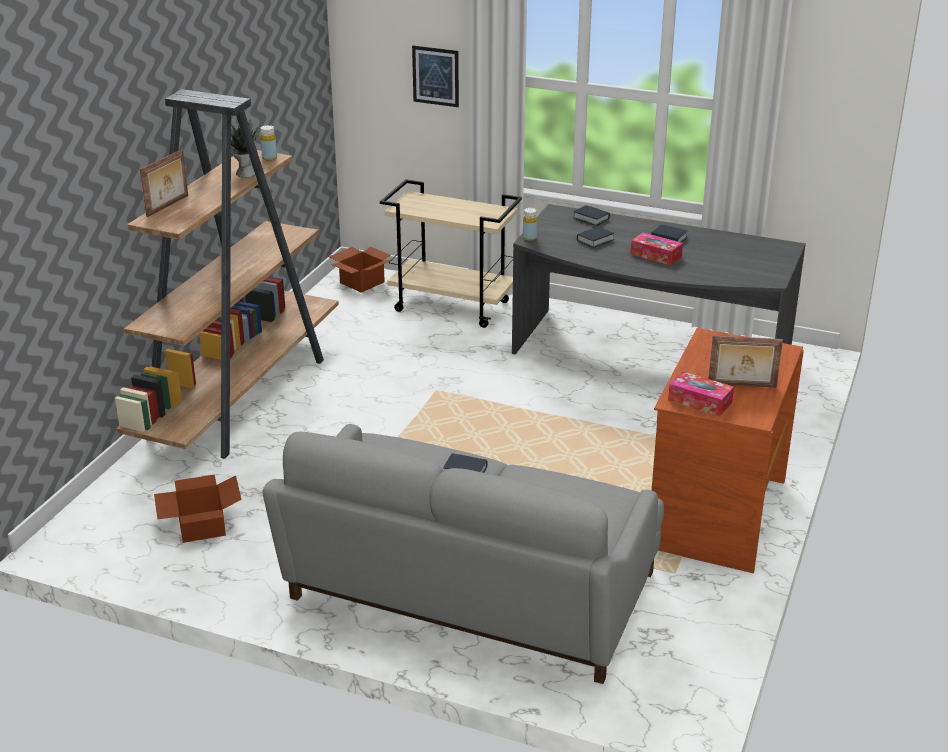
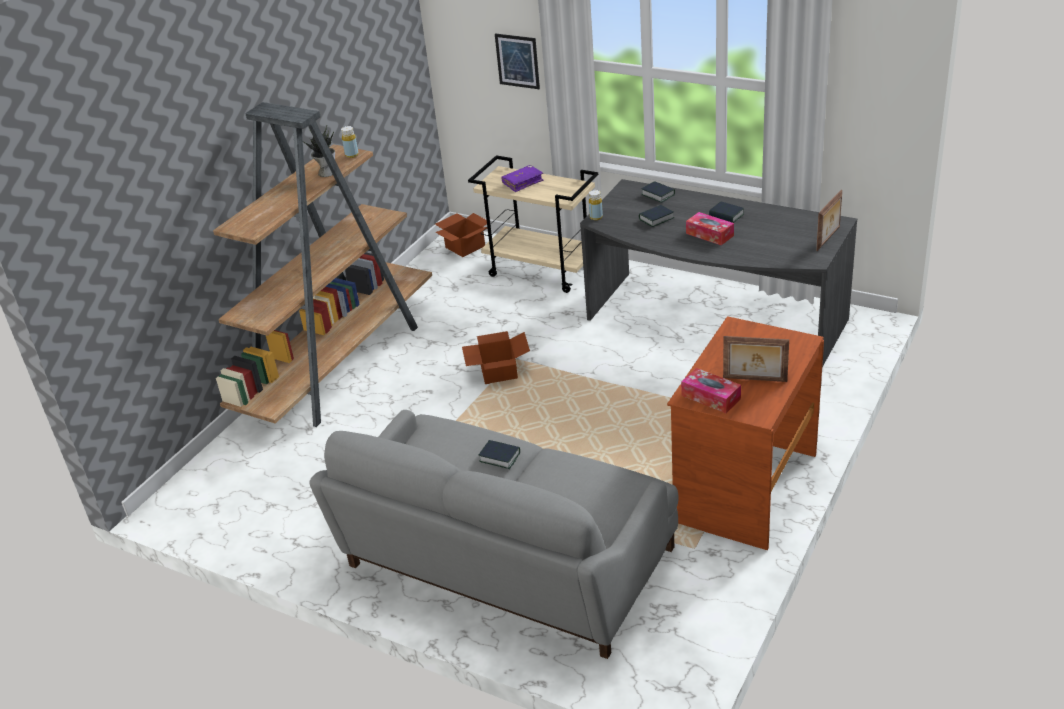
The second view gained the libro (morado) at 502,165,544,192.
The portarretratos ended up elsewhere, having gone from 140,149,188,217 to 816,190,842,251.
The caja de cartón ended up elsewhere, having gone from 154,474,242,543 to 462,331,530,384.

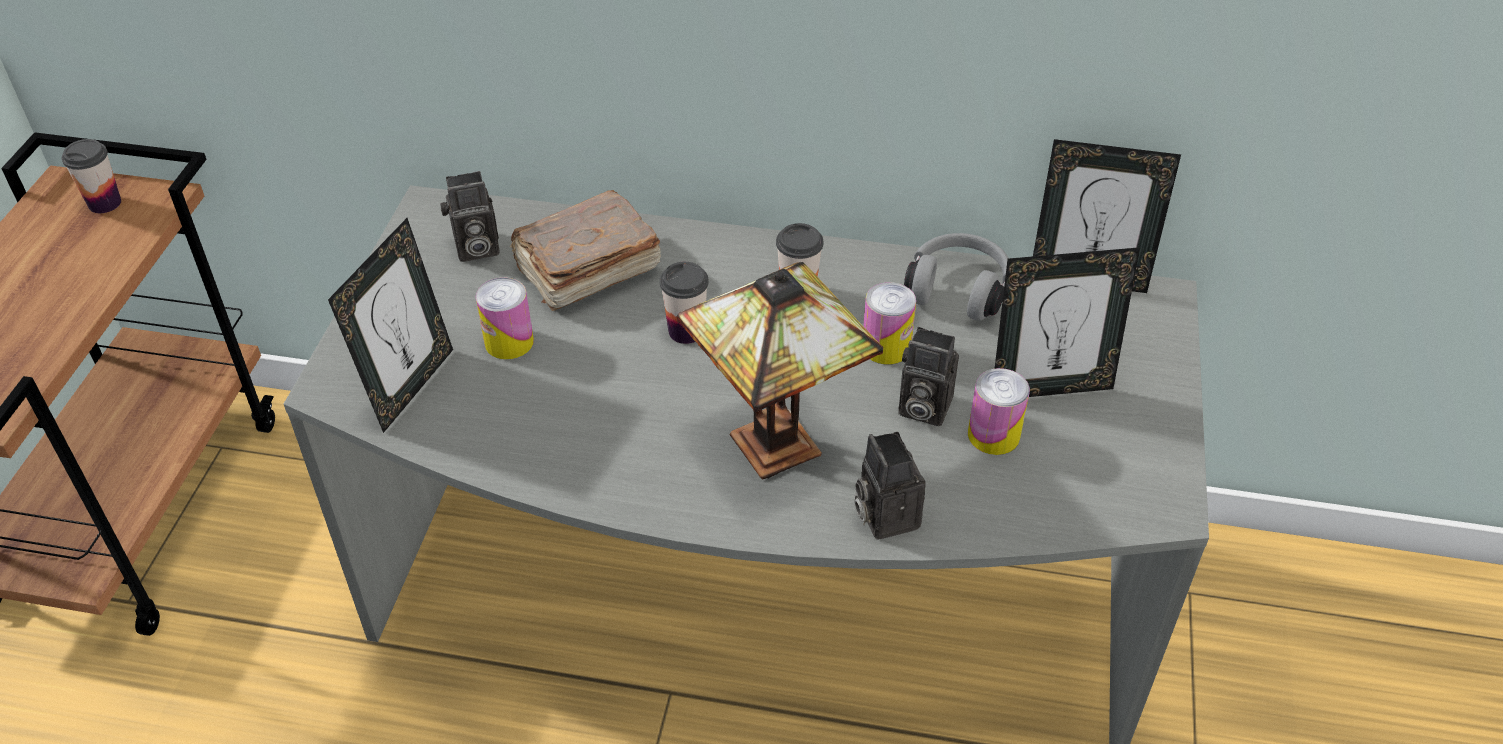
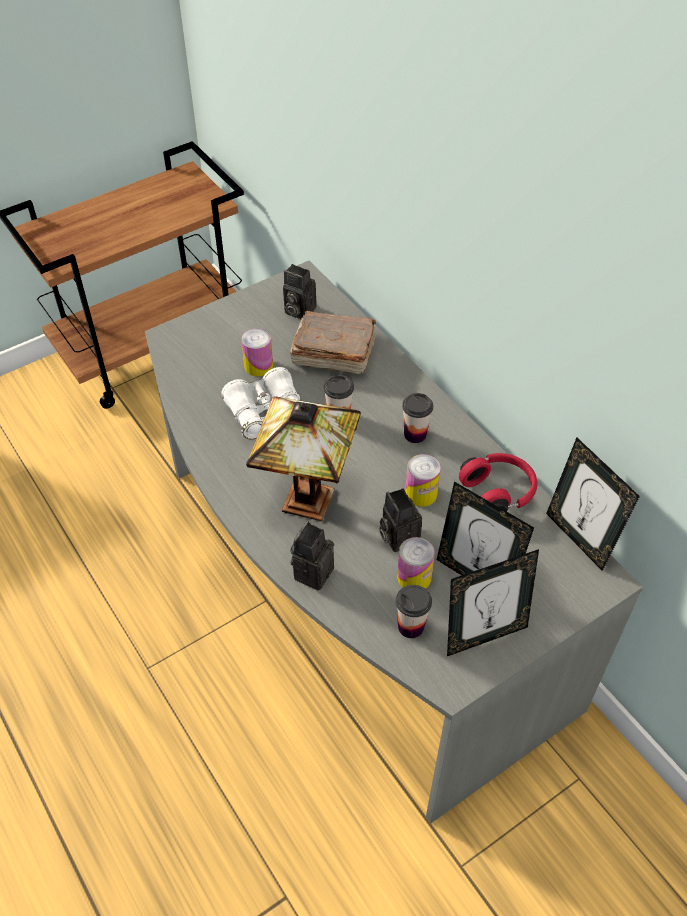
The second view gained the prismáticos (blanco) at 221,367,300,439.
The taza ended up elsewhere, having gone from 62,139,121,213 to 396,585,432,638.
The portarretratos ended up elsewhere, having gone from 328,218,453,433 to 447,549,539,656.
What was the auriculares (gris) at 904,233,1009,321 turned into the auriculares (rojo) at 459,453,537,512.

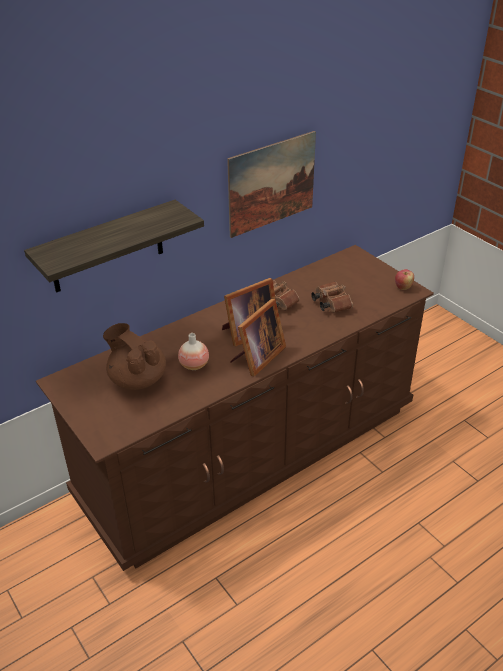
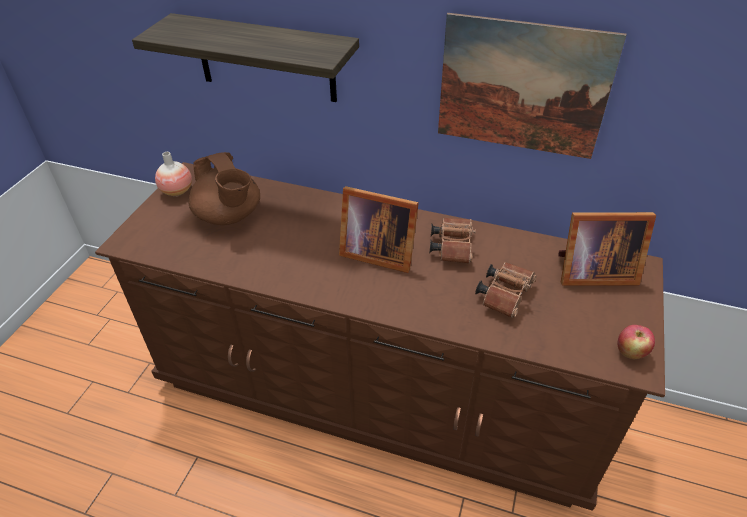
The florero ended up elsewhere, having gone from 178,333,209,370 to 155,152,192,196.
The portarretratos ended up elsewhere, having gone from 231,299,286,376 to 558,212,656,286.
The tetera (marrón) at 103,323,166,390 ended up facing another way, 135 degrees clockwise from before.

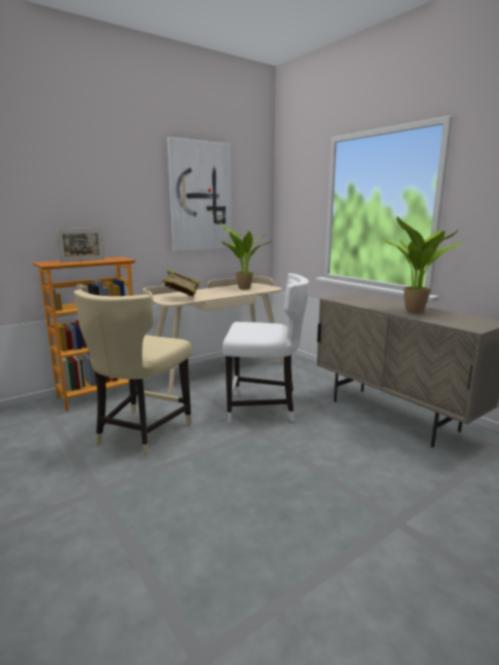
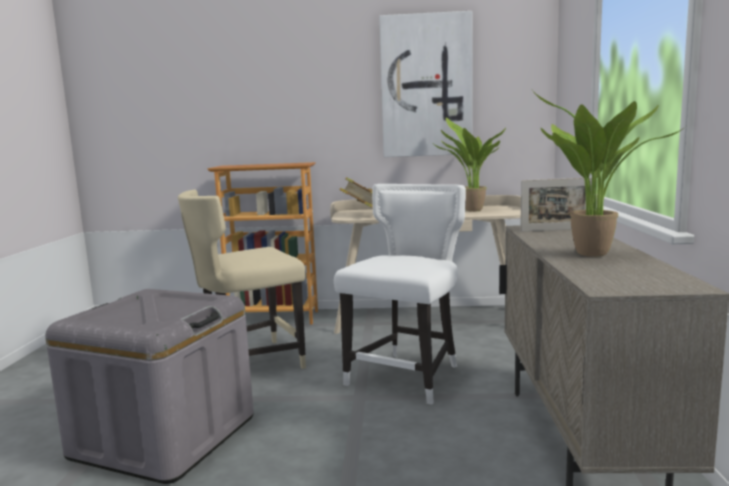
The second view gained the caja de almacenaje (gris) at 45,289,254,484.
The portarretratos ended up elsewhere, having gone from 56,228,105,263 to 520,177,592,231.
The silla (blanco) at 222,273,309,422 ended up facing another way, 105 degrees counterclockwise from before.

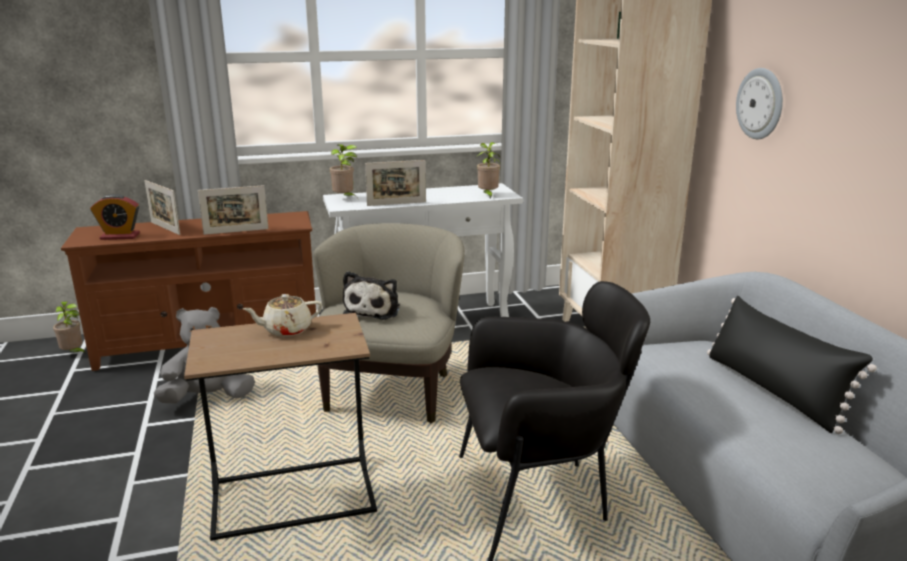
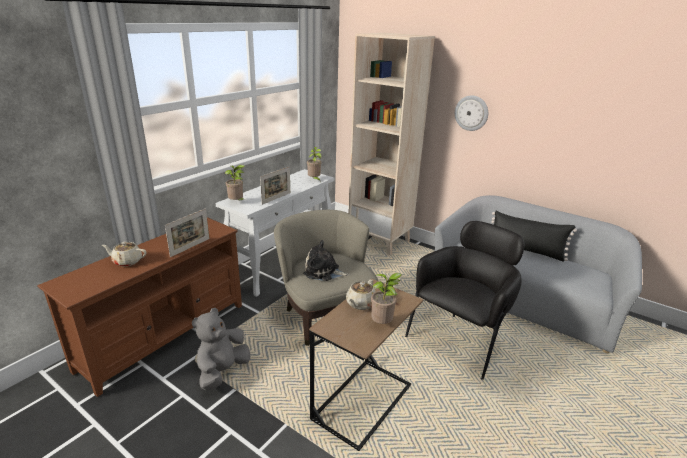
The second view lost the despertador at 90,194,140,240.
The planta en maceta ended up elsewhere, having gone from 53,302,86,354 to 371,273,402,324.
Where the portarretratos stood at 144,180,180,235, the tetera (beis) came to stand at 102,242,146,266.
The peluche at 343,271,400,320 ended up facing another way, 135 degrees clockwise from before.

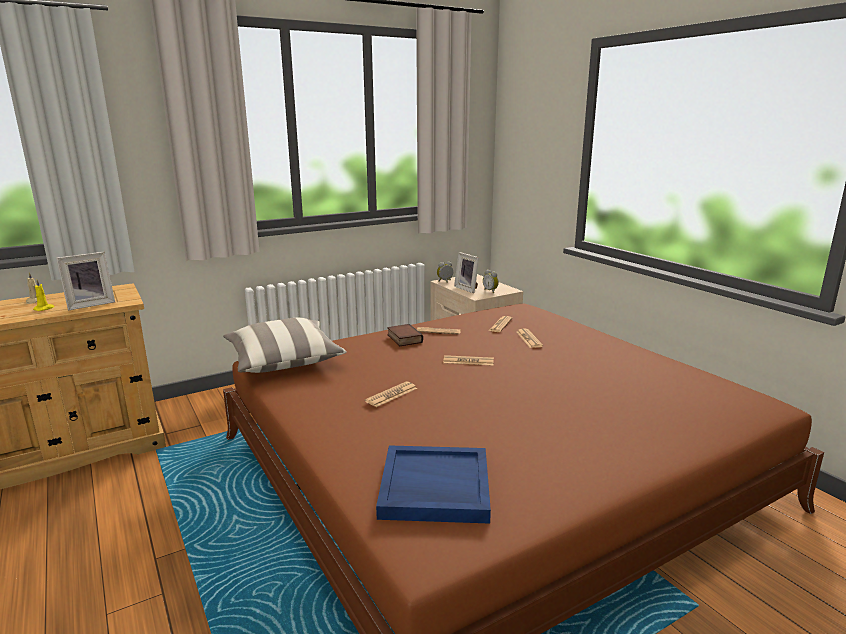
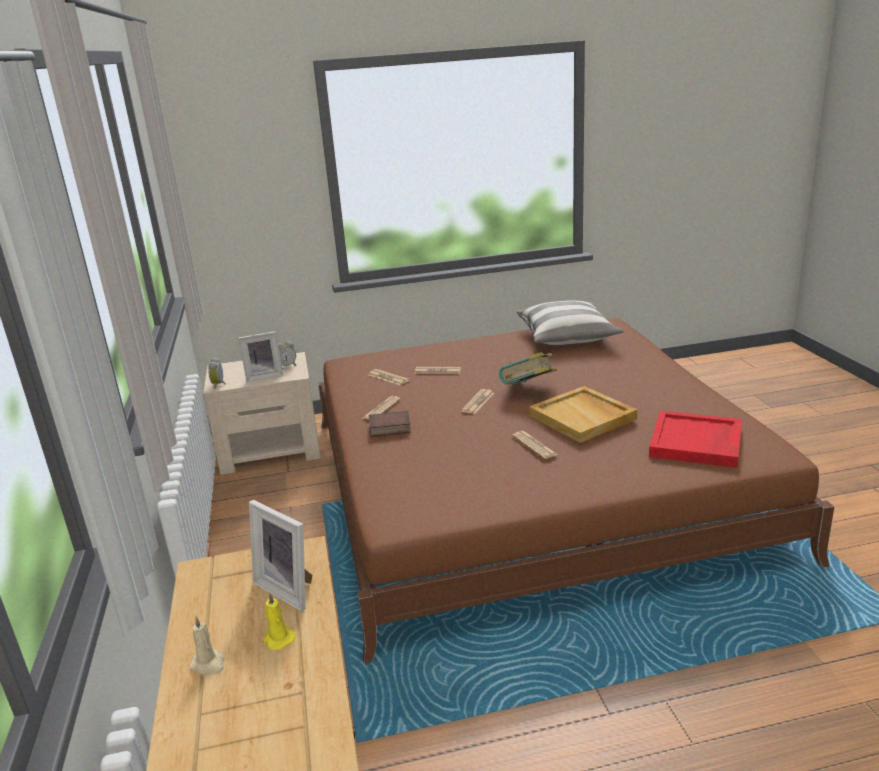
The second view gained the libro at 499,353,557,385.
The second view gained the bandeja (beis) at 529,386,637,443.
The cojín ended up elsewhere, having gone from 223,317,347,373 to 516,300,624,345.
What was the bandeja (azul) at 376,445,491,524 turned into the bandeja (rojo) at 649,411,742,468.
The portarretratos at 56,252,115,310 ended up facing another way, 150 degrees clockwise from before.

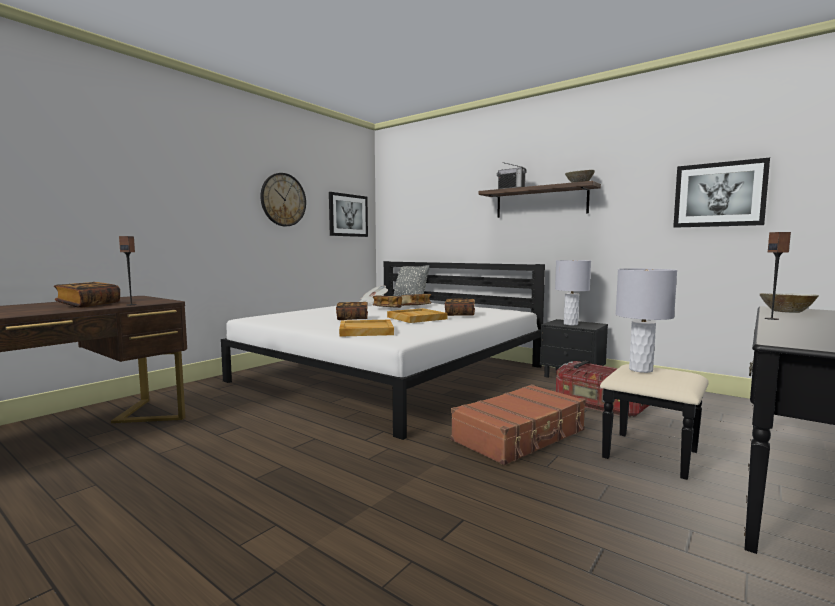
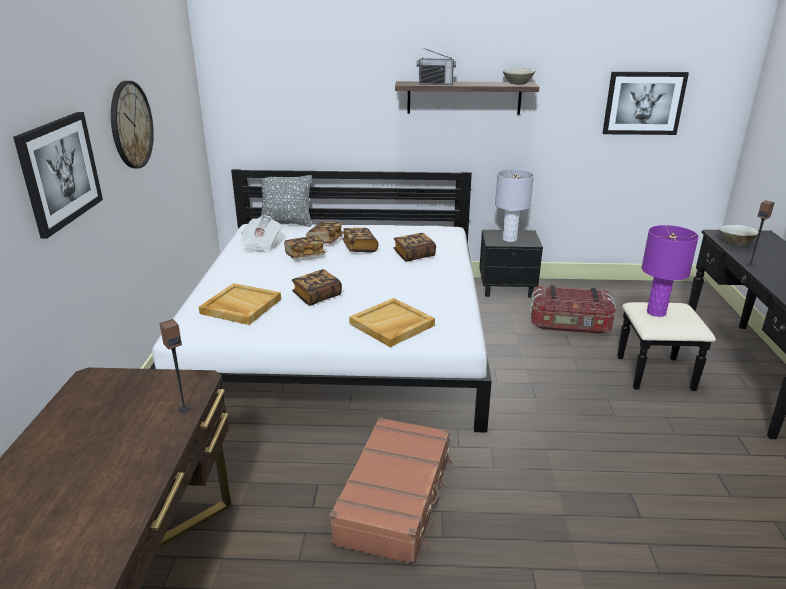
The libro ended up elsewhere, having gone from 54,282,120,308 to 343,228,378,253.
The cuadro ended up elsewhere, having gone from 329,192,368,237 to 13,112,103,239.
The bandeja (beis) ended up elsewhere, having gone from 387,308,448,323 to 199,283,281,325.
The maleta (marrón) ended up elsewhere, having gone from 451,384,586,465 to 330,417,452,565.
What was the lámpara de mesa (gris) at 616,268,677,373 turned into the lámpara de mesa (morado) at 642,225,699,317.

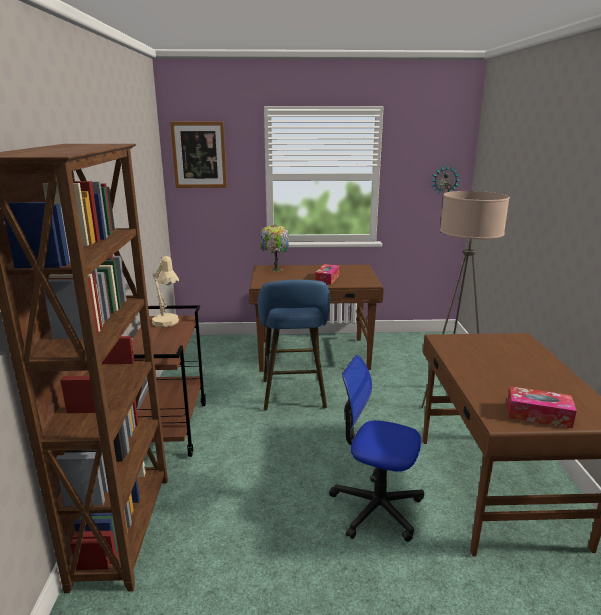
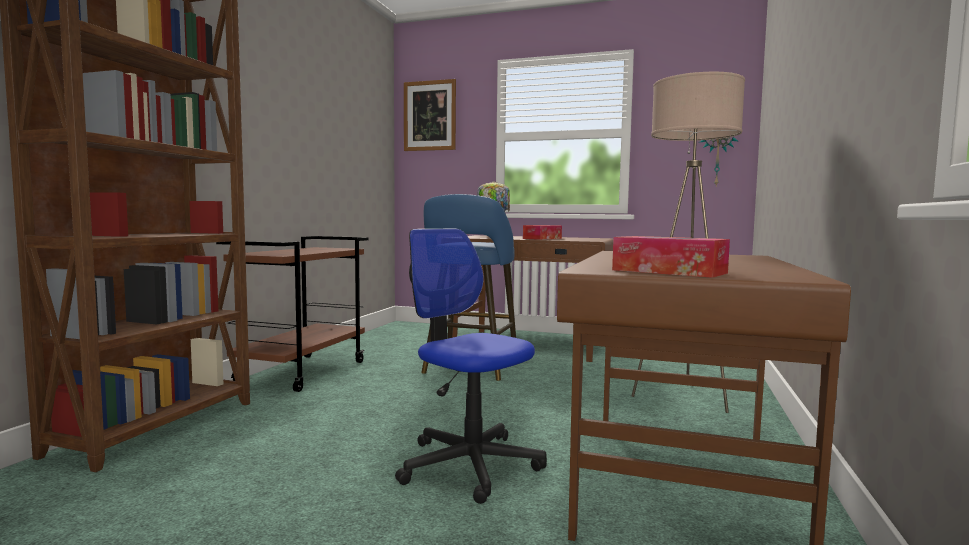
The second view lost the lámpara de mesa (beis) at 152,256,179,327.

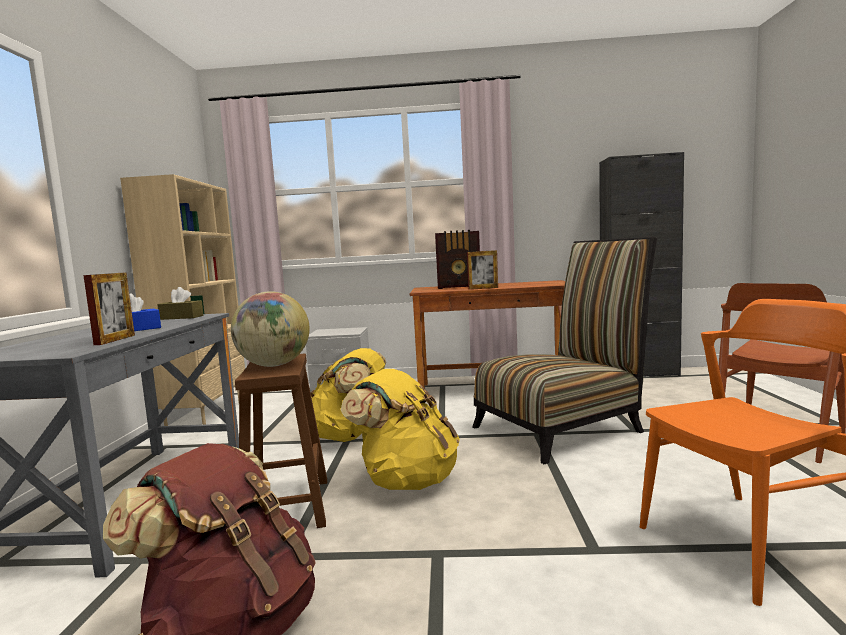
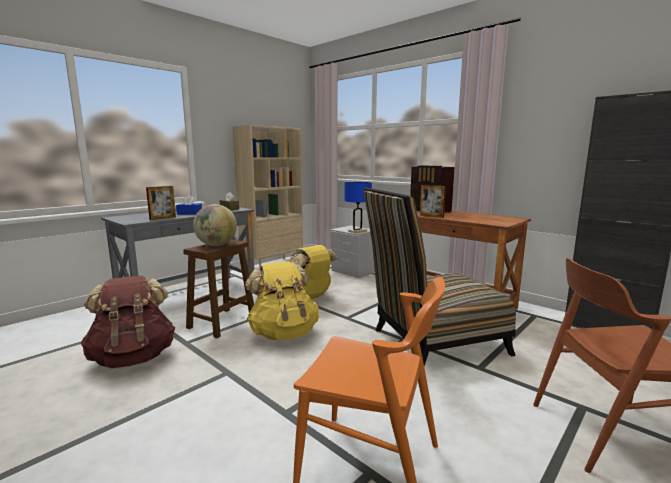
The second view gained the lámpara de mesa (azul) at 344,182,372,233.
The silla at 472,237,657,464 ended up facing another way, 150 degrees clockwise from before.

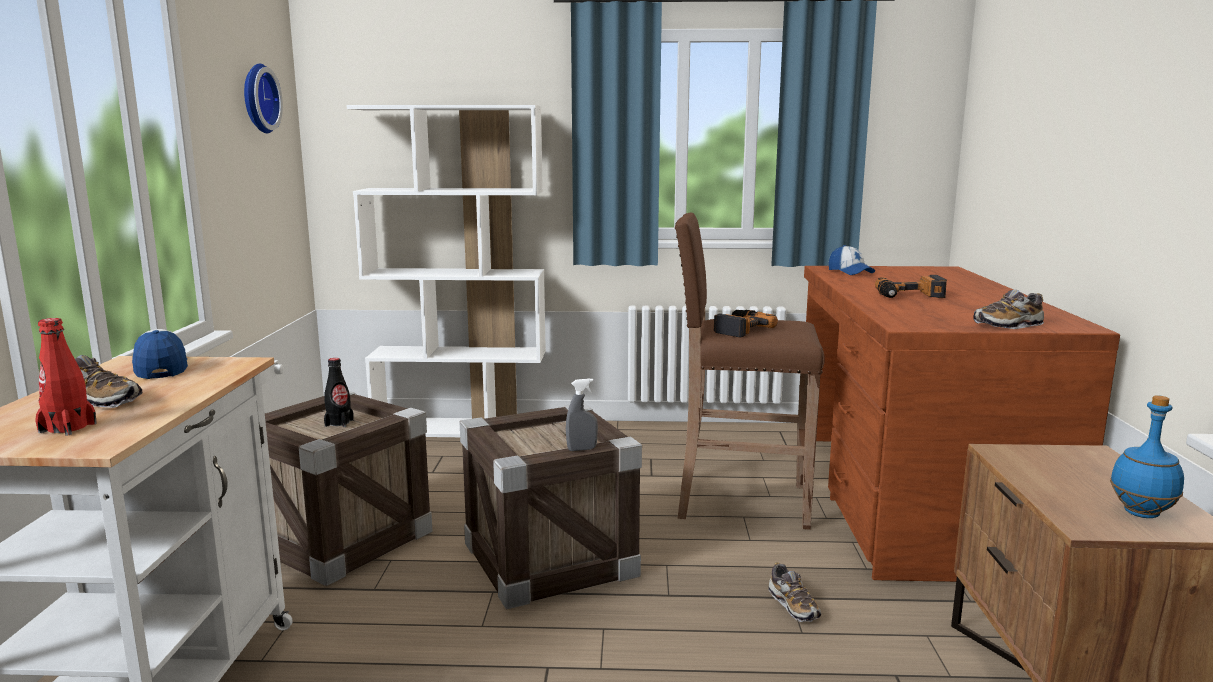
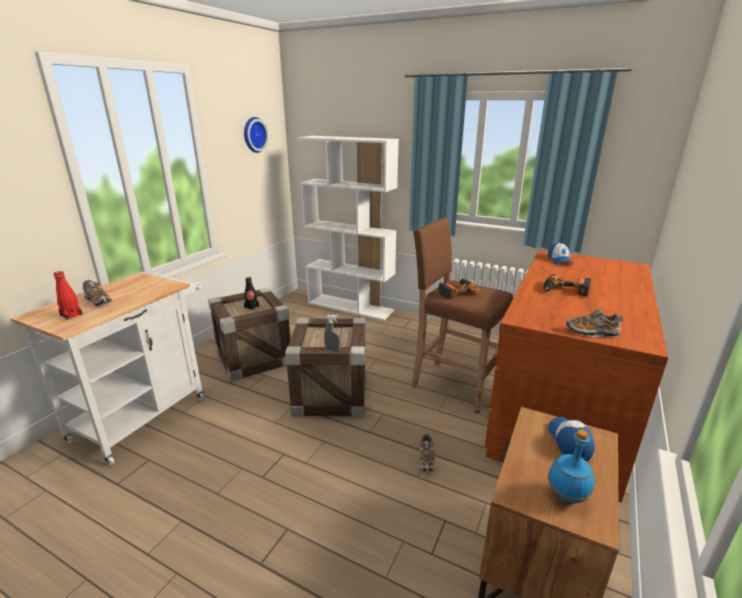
The gorra ended up elsewhere, having gone from 132,329,188,379 to 548,417,595,461.

